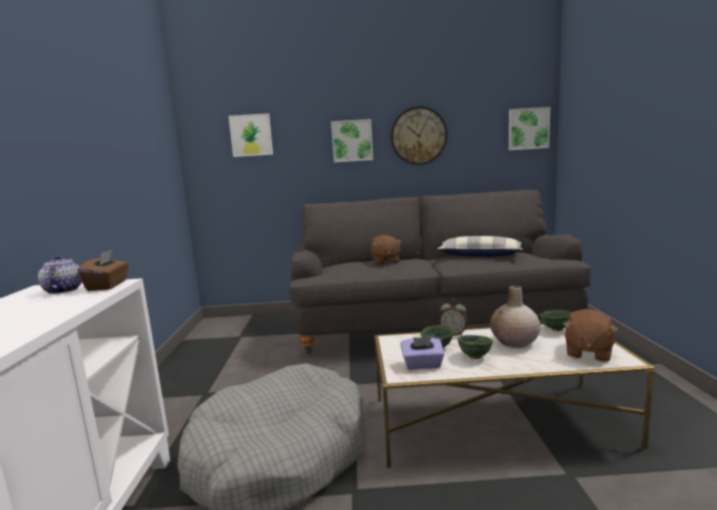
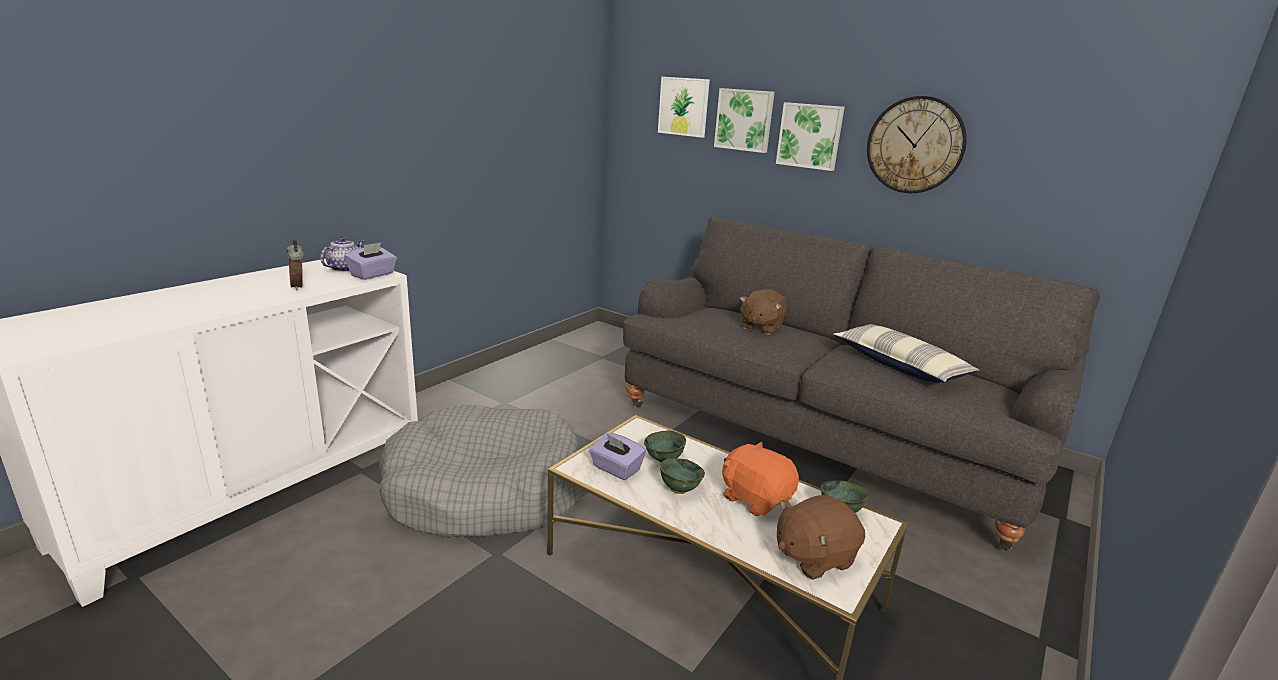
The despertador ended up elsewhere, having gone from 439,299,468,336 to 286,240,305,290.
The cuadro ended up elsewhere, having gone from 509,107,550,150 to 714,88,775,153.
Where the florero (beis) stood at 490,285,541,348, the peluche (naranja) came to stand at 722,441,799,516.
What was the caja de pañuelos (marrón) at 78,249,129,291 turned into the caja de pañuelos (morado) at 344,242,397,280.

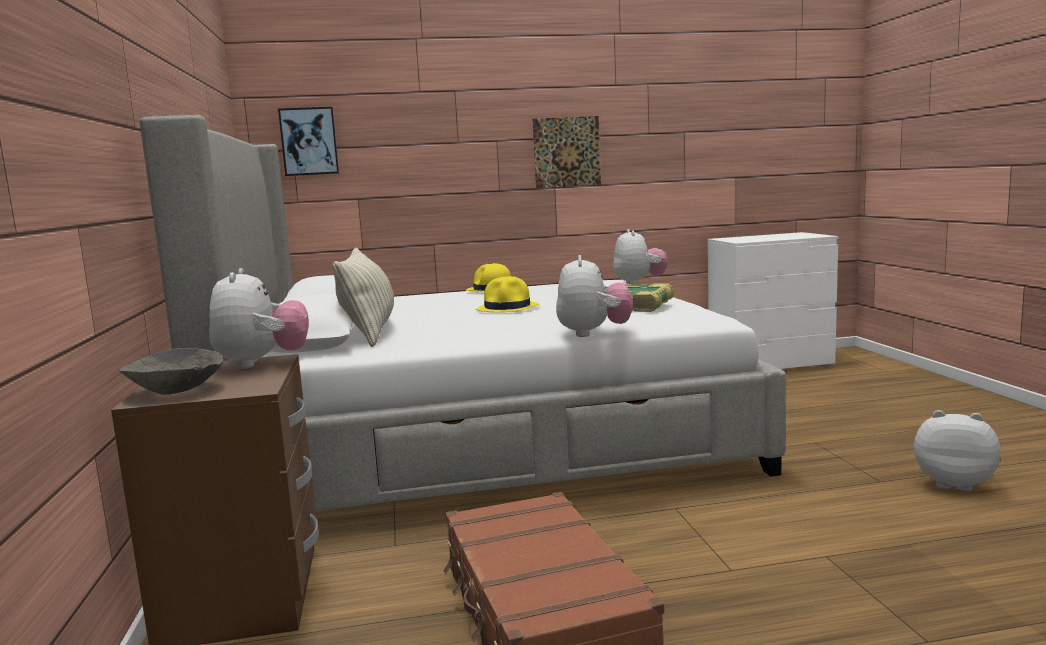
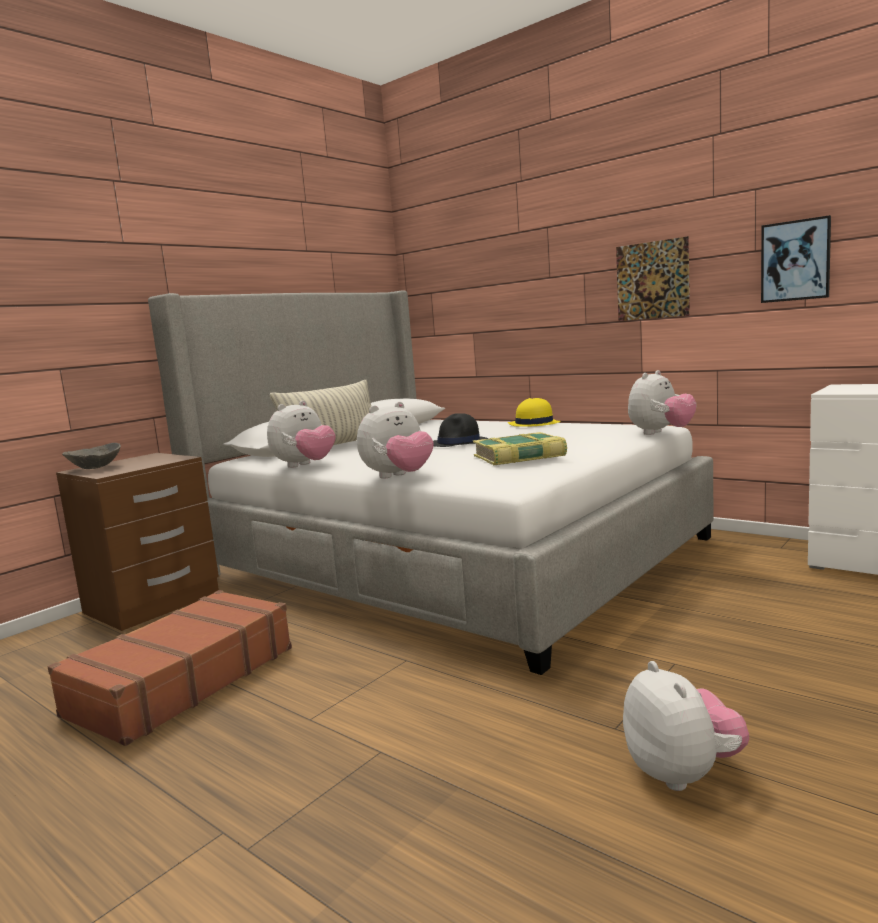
The peluche ended up elsewhere, having gone from 209,268,309,369 to 267,401,335,468.
The cuadro ended up elsewhere, having gone from 278,107,339,176 to 761,215,831,303.
What was the sombrero (amarillo) at 476,276,539,312 turned into the sombrero (negro) at 433,413,488,447.

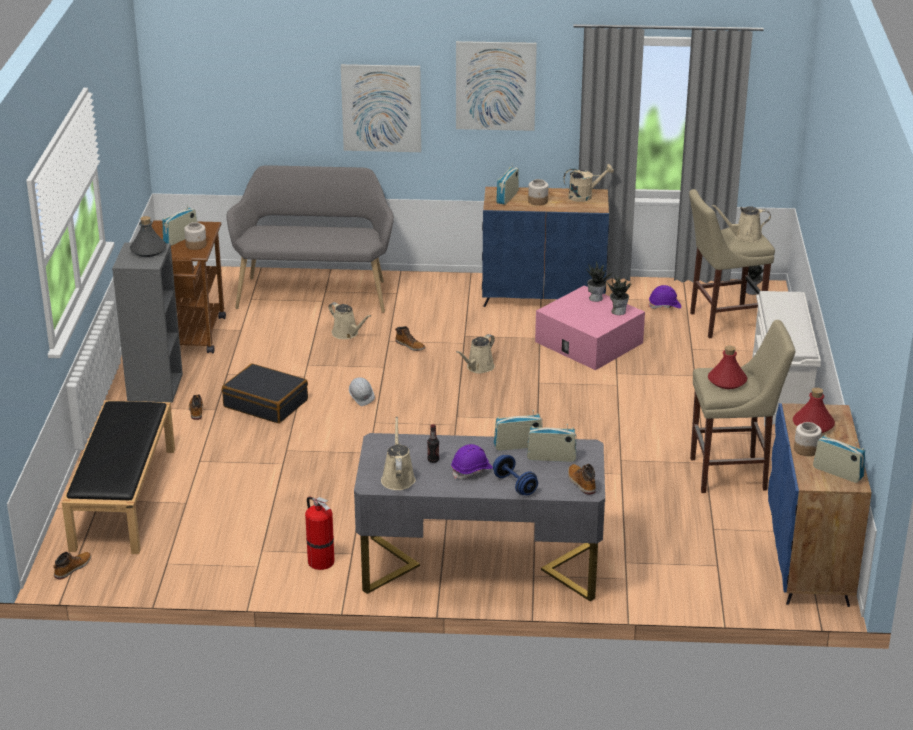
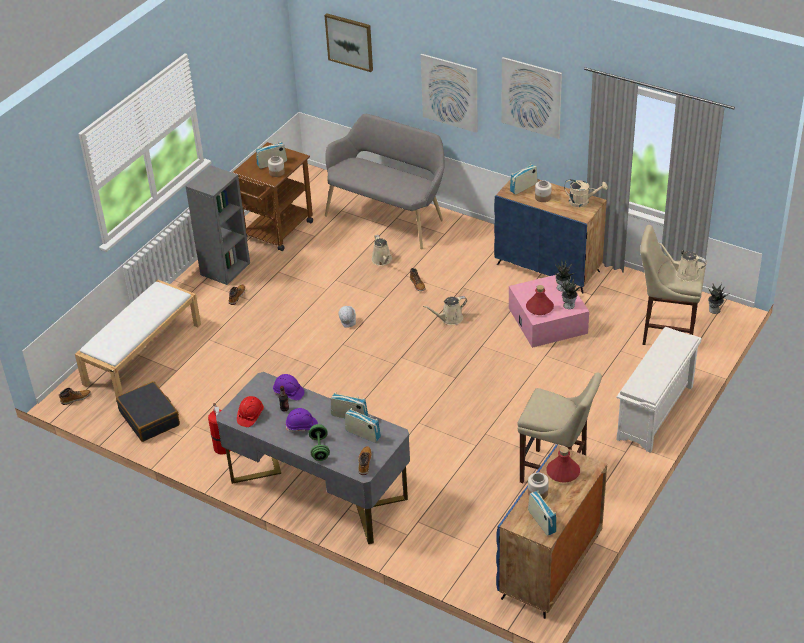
The second view lost the botella (gris) at 130,216,167,257.
The second view gained the cuadro at 325,13,373,72.
The maleta (negro) ended up elsewhere, having gone from 222,364,308,423 to 116,381,180,442.
The casco (morado) ended up elsewhere, having gone from 649,285,681,309 to 273,374,304,400.
The botella (rojo) ended up elsewhere, having gone from 708,345,747,389 to 526,285,554,315.
Where the regadera (beis) stood at 381,417,416,490, the casco (rojo) came to stand at 237,396,264,427.
What was the banco (negro) at 62,400,175,554 turned into the banco (blanco) at 75,280,201,397.
What was the mancuerna (azul) at 493,455,538,495 turned into the mancuerna (verde) at 309,424,330,461.

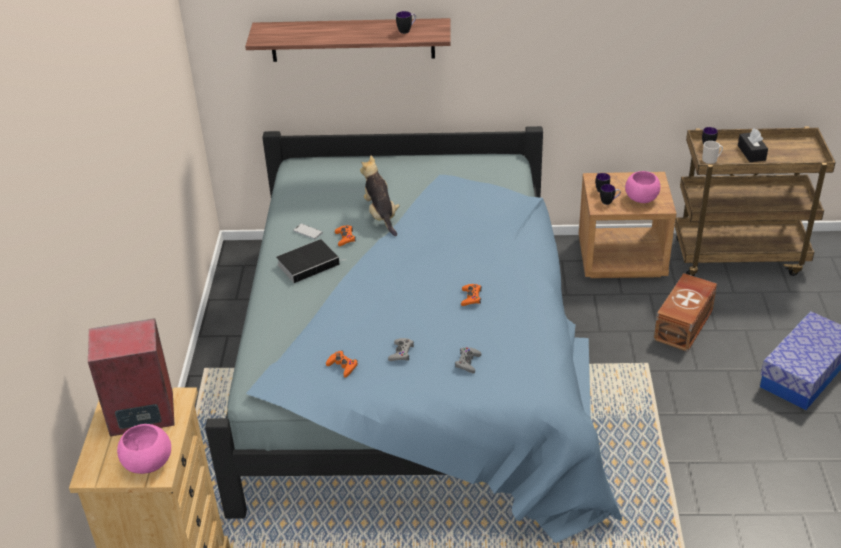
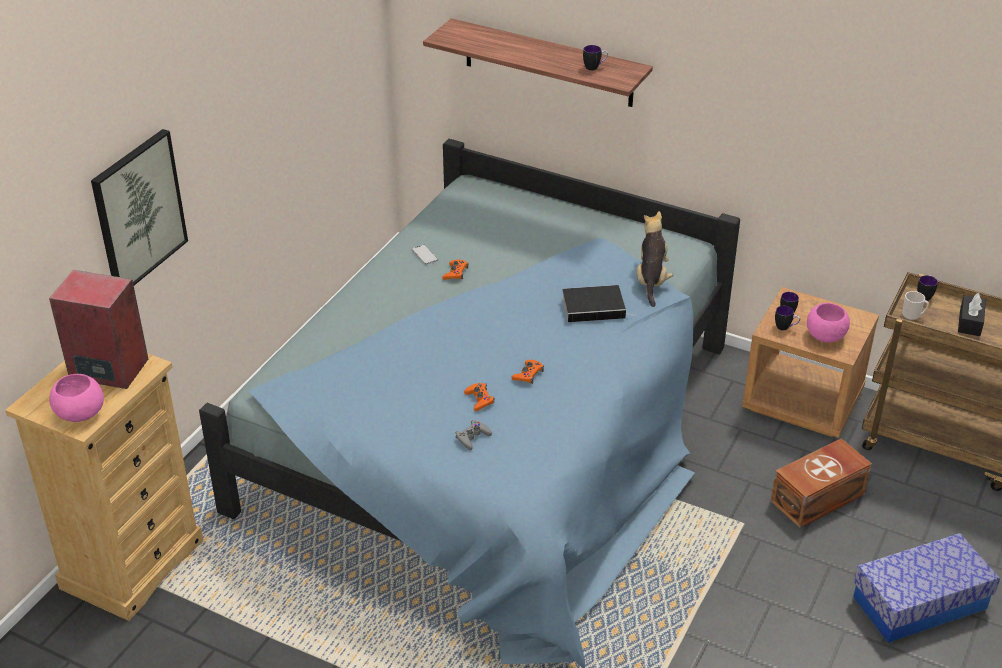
The second view lost the mando de consola (gris) at 388,338,414,361.
The second view gained the cuadro at 91,129,188,285.
The libro ended up elsewhere, having gone from 276,239,344,283 to 562,285,636,322.
The mando de consola (naranja) ended up elsewhere, having gone from 326,351,358,378 to 464,383,495,411.
The peluche ended up elsewhere, having gone from 360,155,400,236 to 637,211,673,307.

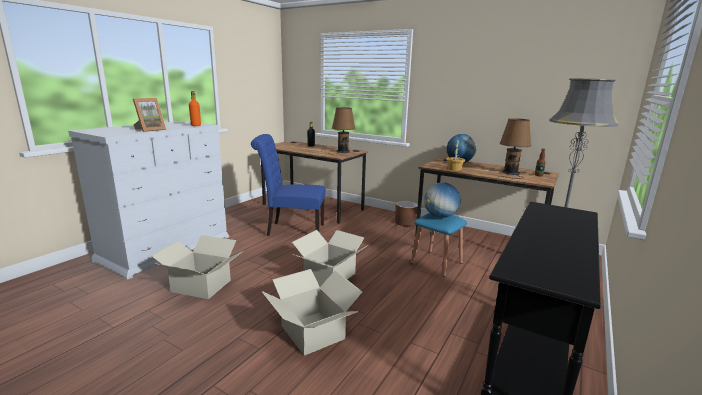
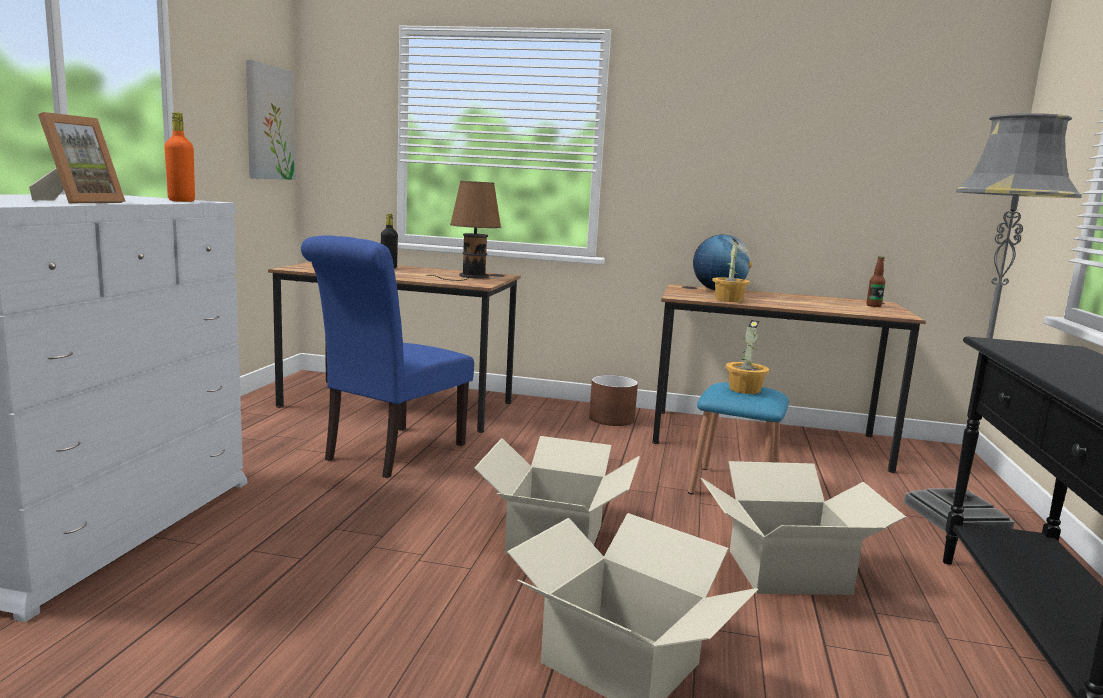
The second view lost the lámpara de mesa (marrón) at 498,118,531,179.
The second view gained the cuadro at 246,60,296,180.
The caja de cartón ended up elsewhere, having gone from 151,235,243,299 to 701,461,906,595.
Where the globo terráqueo stood at 424,182,460,218, the planta en maceta came to stand at 725,320,769,394.
The silla (azul) at 251,134,326,236 ended up facing another way, 45 degrees counterclockwise from before.

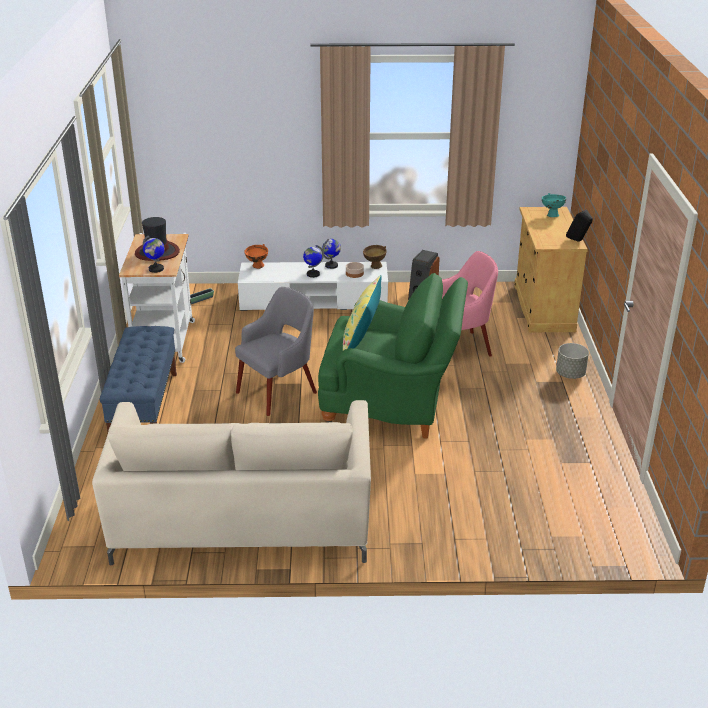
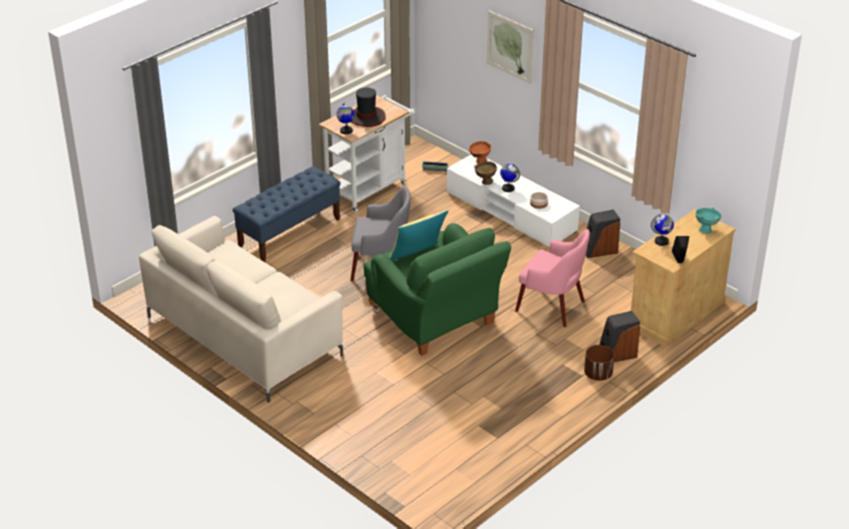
The second view gained the cuadro at 487,11,534,84.
The second view gained the altavoz at 599,311,640,362.
The globo terráqueo ended up elsewhere, having gone from 322,239,341,269 to 651,214,674,246.
The cuenco (marrón) ended up elsewhere, having gone from 363,245,386,269 to 474,161,497,185.
What was the maceta (gris) at 556,343,589,379 turned into the maceta (marrón) at 584,345,615,381.

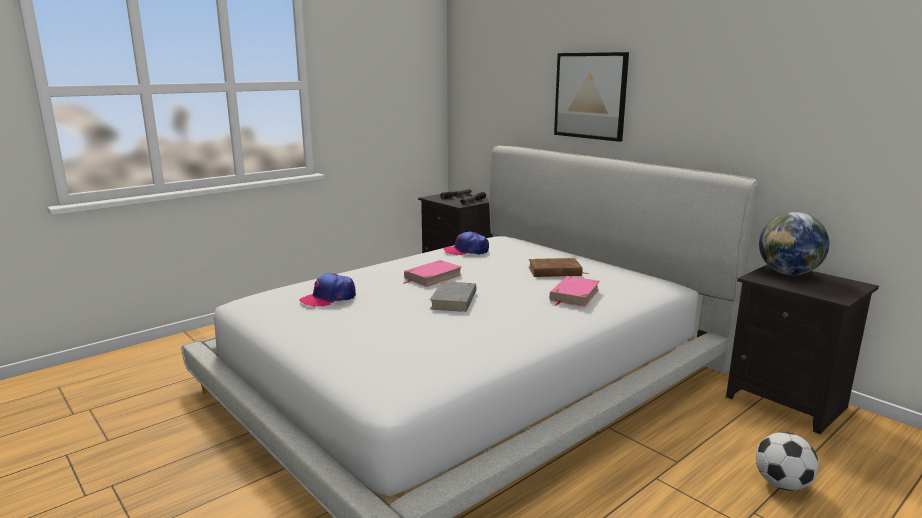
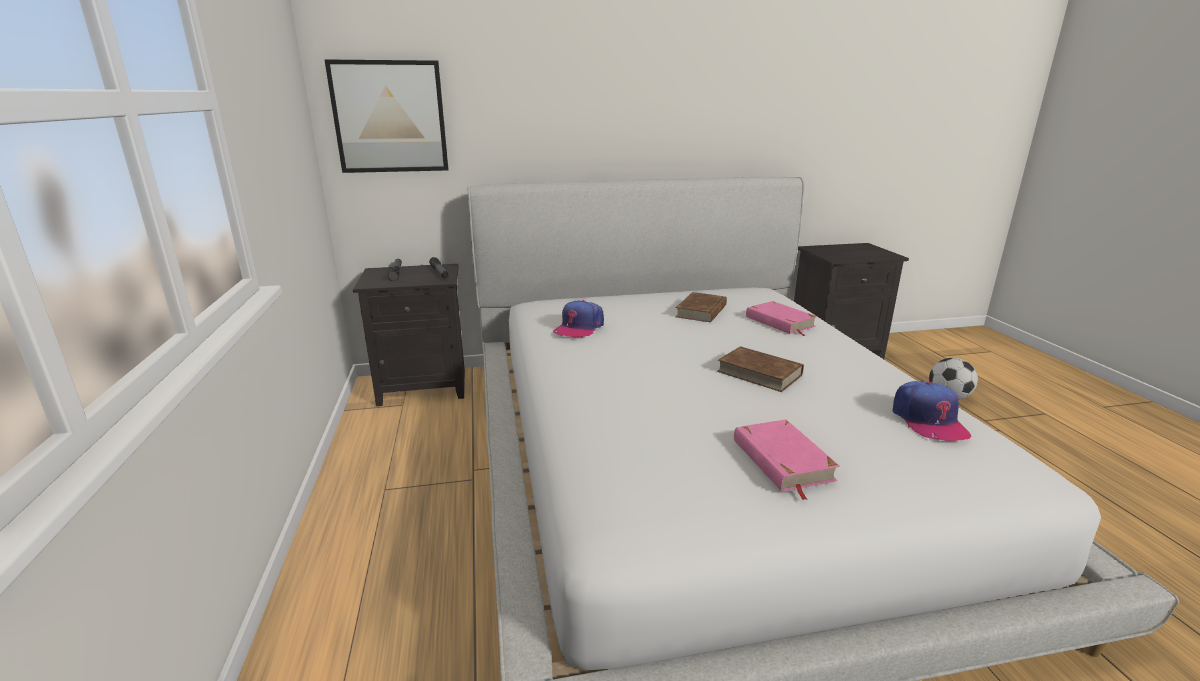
The second view lost the globo terráqueo at 759,212,829,275.
The gorra ended up elsewhere, having gone from 299,273,356,307 to 892,381,971,441.
The libro (rosa) ended up elsewhere, having gone from 404,260,462,287 to 734,420,840,500.
The cuadro ended up elsewhere, having gone from 554,52,629,142 to 324,59,449,173.
What was the libro (gris) at 430,281,476,312 turned into the libro (marrón) at 717,346,804,392.

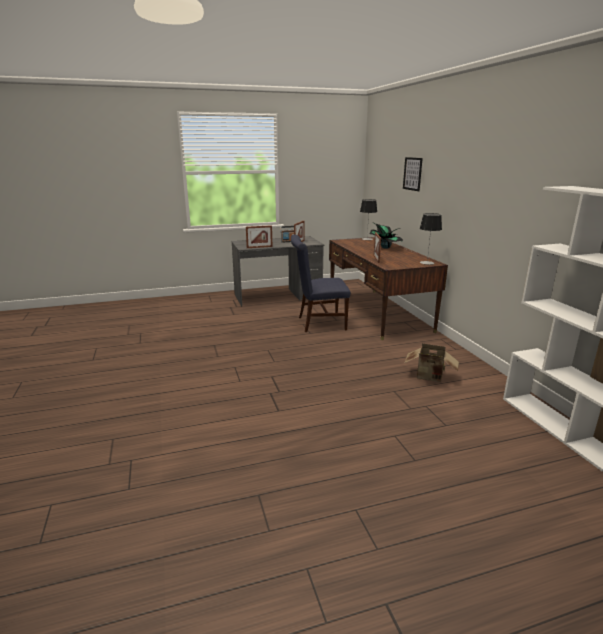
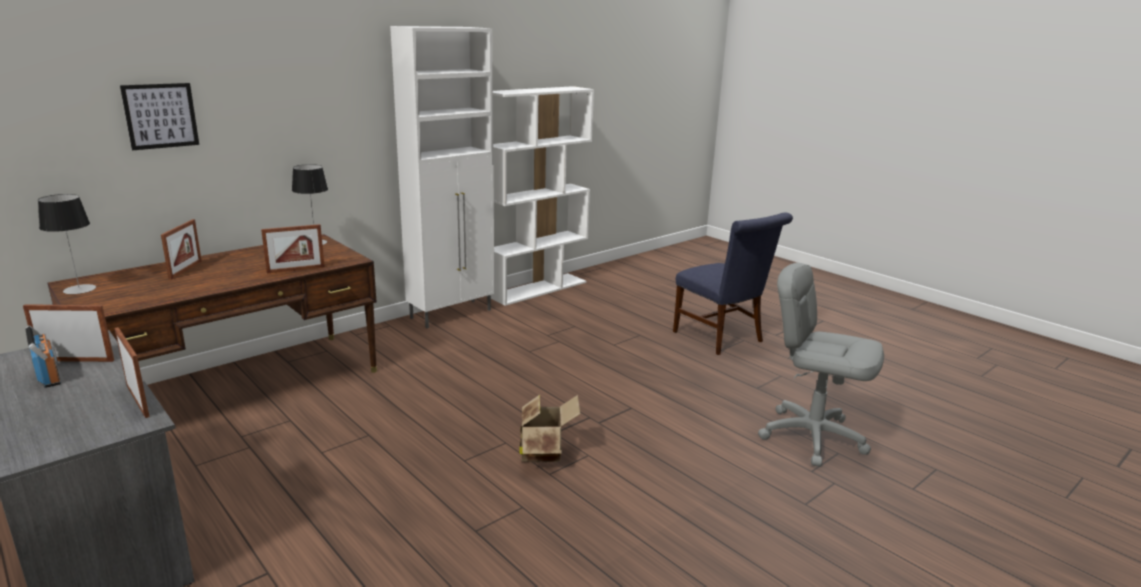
The second view gained the armario (blanco) at 390,26,494,328.
The second view gained the silla de oficina (gris) at 758,263,884,467.
The silla (azul) ended up elsewhere, having gone from 291,235,351,332 to 673,212,793,355.
The caja de cartón ended up elsewhere, having gone from 405,343,459,382 to 520,395,580,463.
Where the planta en maceta stood at 370,222,403,249, the portarretratos came to stand at 161,219,202,280.

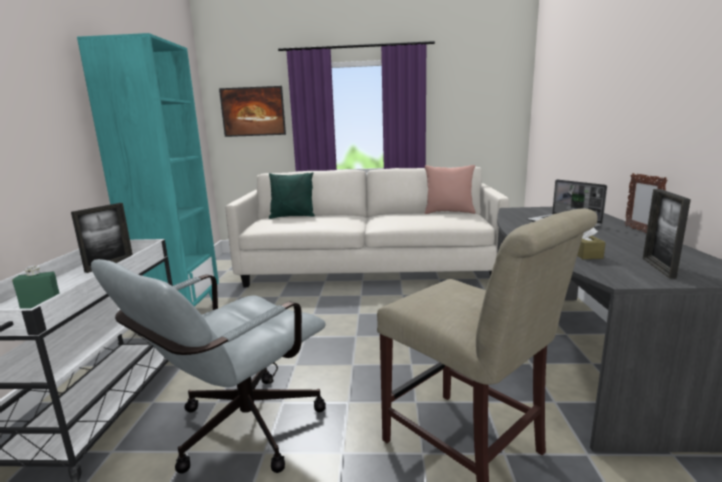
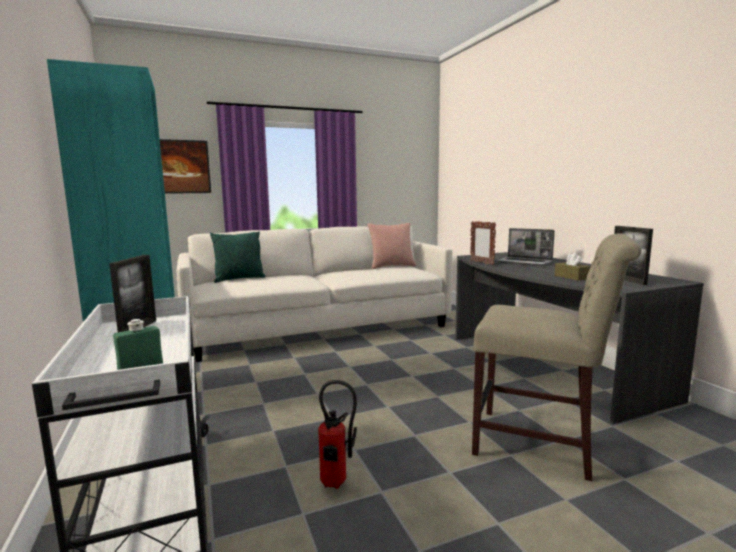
The portarretratos ended up elsewhere, having gone from 625,173,668,233 to 470,221,496,265.
Where the silla de oficina (gris) stood at 91,259,326,474, the extintor came to stand at 318,380,357,489.

